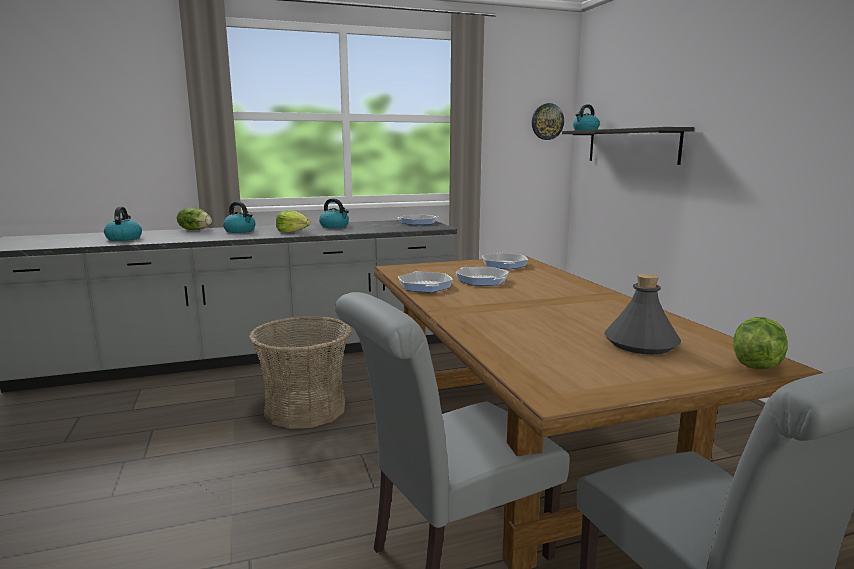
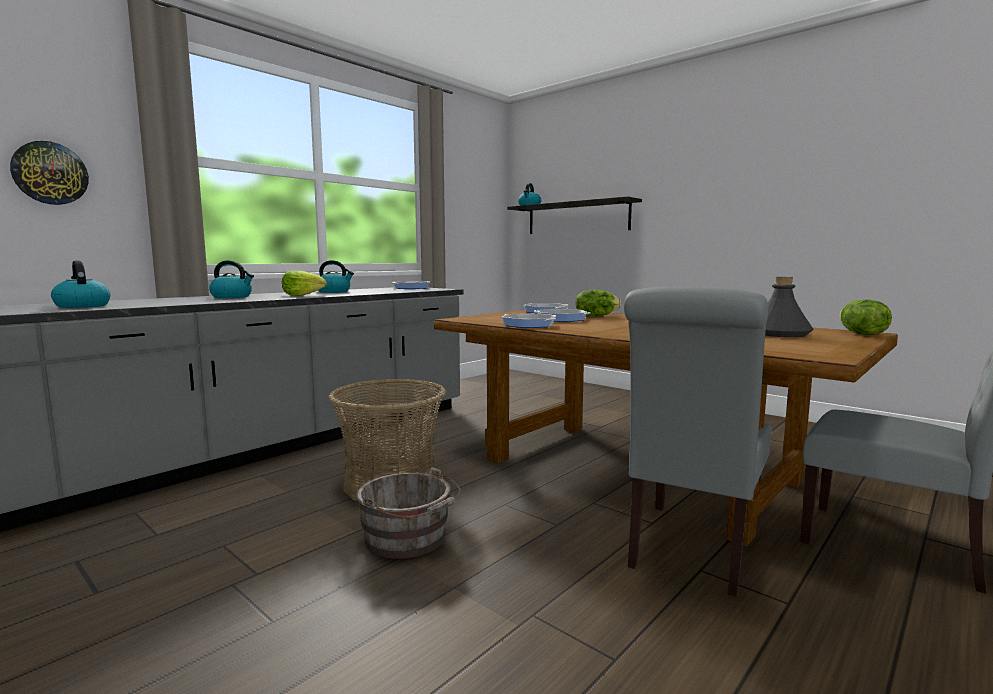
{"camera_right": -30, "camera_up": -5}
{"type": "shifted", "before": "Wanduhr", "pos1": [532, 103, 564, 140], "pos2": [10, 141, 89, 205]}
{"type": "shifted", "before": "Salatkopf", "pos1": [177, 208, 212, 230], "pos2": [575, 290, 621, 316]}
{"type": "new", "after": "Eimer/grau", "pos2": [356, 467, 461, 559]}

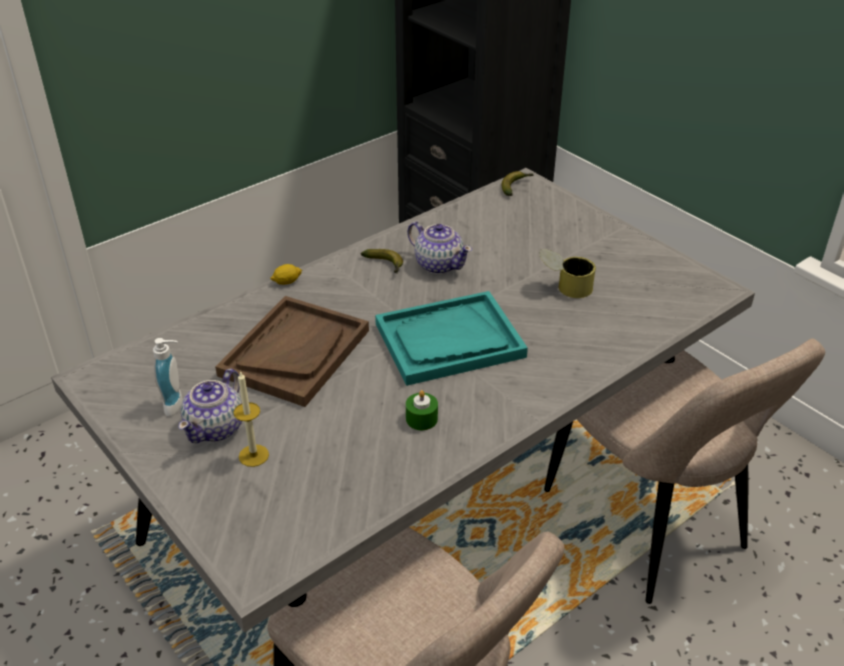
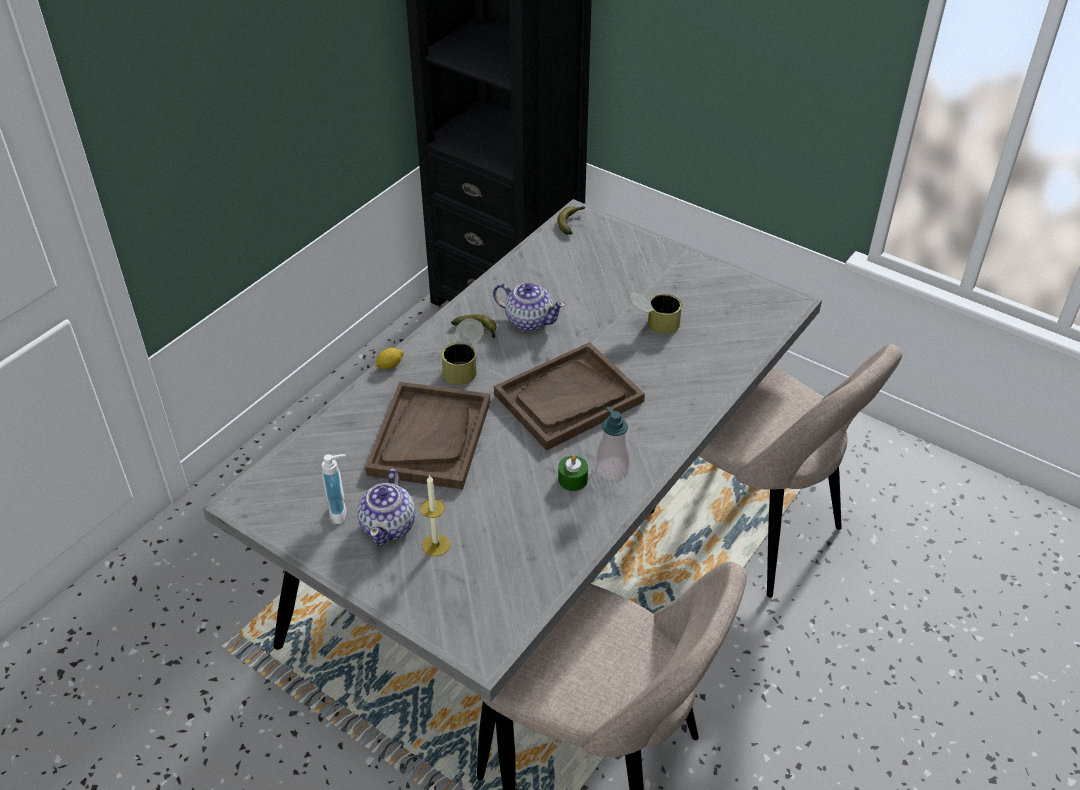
{"camera_right": -15, "camera_up": 5}
{"type": "repainted", "before": "Tablett/türkis", "after": "Tablett/braun", "pos1": [375, 291, 528, 386], "pos2": [494, 342, 645, 450]}
{"type": "new", "after": "Dose", "pos2": [441, 318, 484, 385]}
{"type": "new", "after": "Seifenspender", "pos2": [596, 406, 630, 481]}

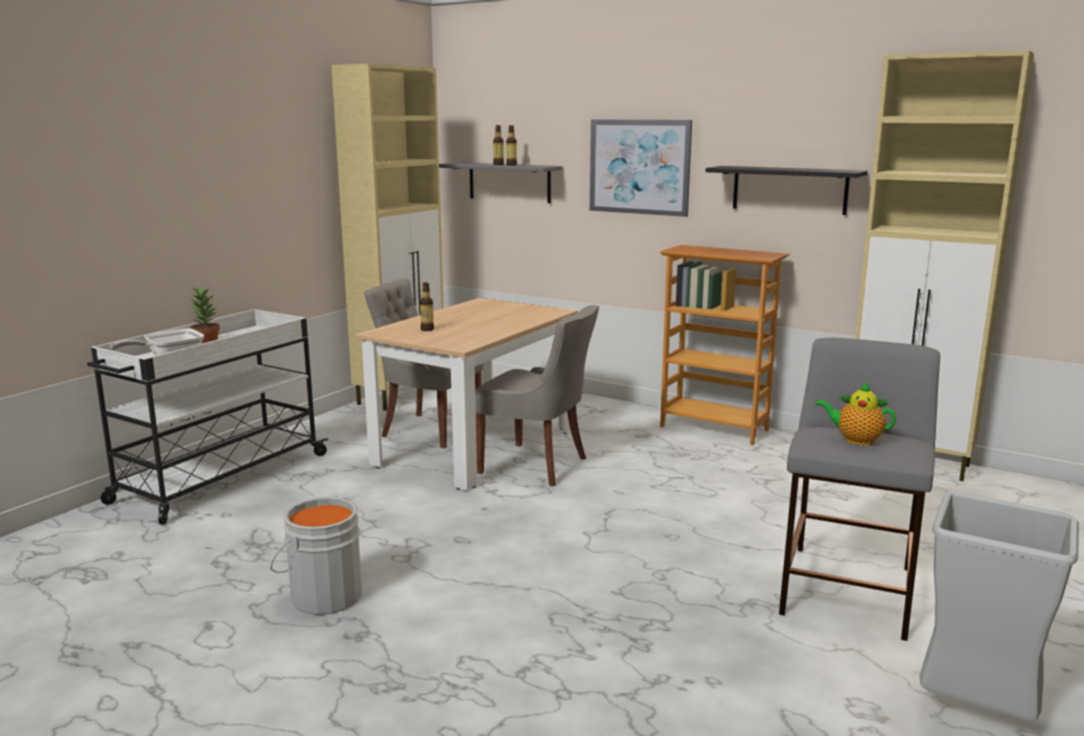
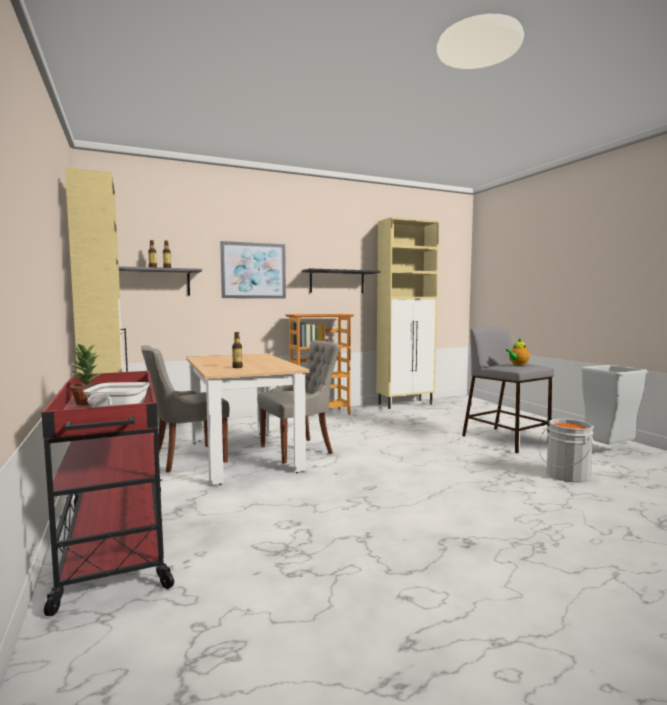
{"camera_right": -55, "camera_up": -10}
{"type": "repainted", "before": "Rollwagen/weiß", "after": "Rollwagen/rot", "pos1": [87, 309, 328, 525], "pos2": [42, 371, 174, 616]}
{"type": "shifted", "before": "Eimer/grau", "pos1": [270, 497, 362, 615], "pos2": [538, 419, 594, 483]}

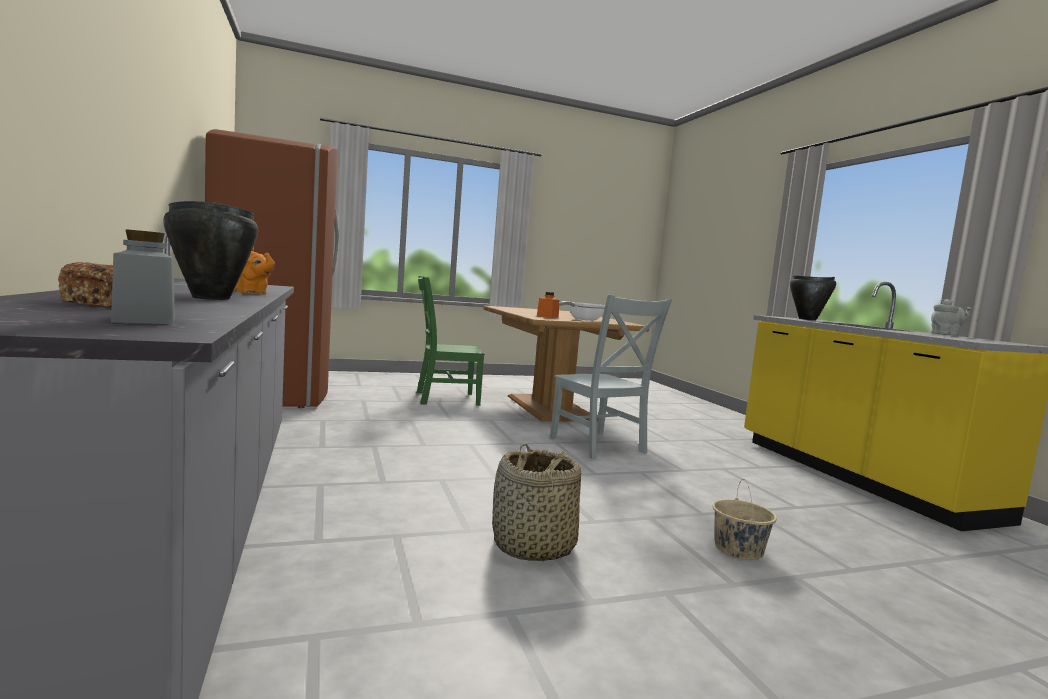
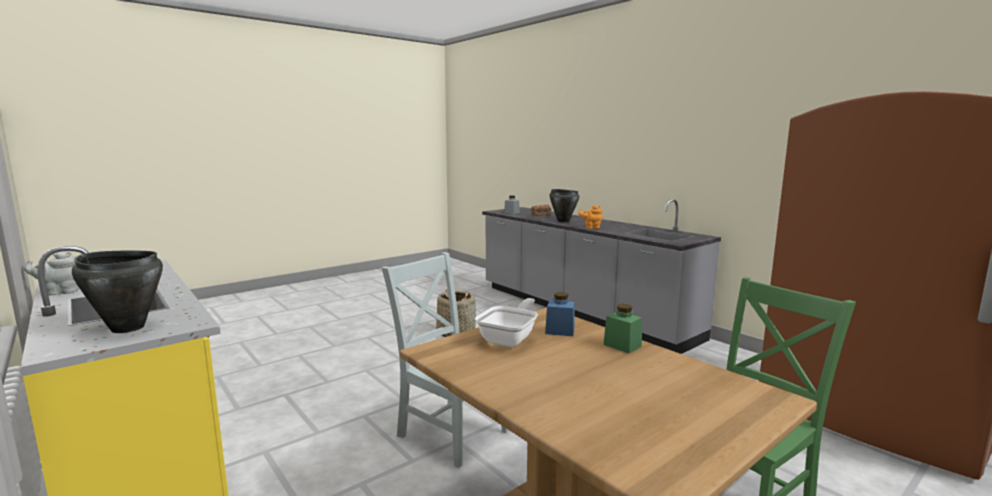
{"camera_right": 160, "camera_up": 5}
{"type": "repainted", "before": "Vorratsglas/orange", "after": "Vorratsglas/blau", "pos1": [537, 292, 559, 318], "pos2": [545, 292, 575, 336]}
{"type": "gone", "before": "Eimer/beige", "pos1": [713, 479, 777, 560]}
{"type": "new", "after": "Vorratsglas/grün", "pos2": [603, 304, 642, 353]}

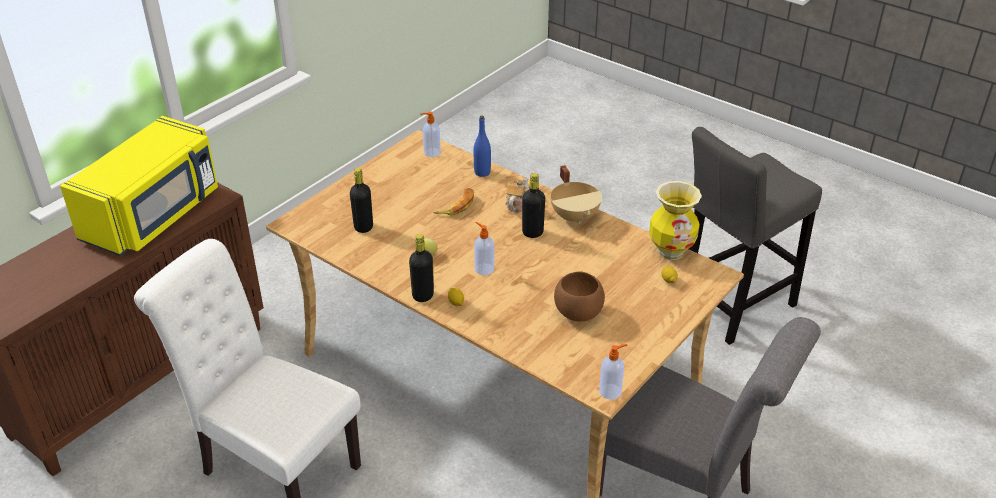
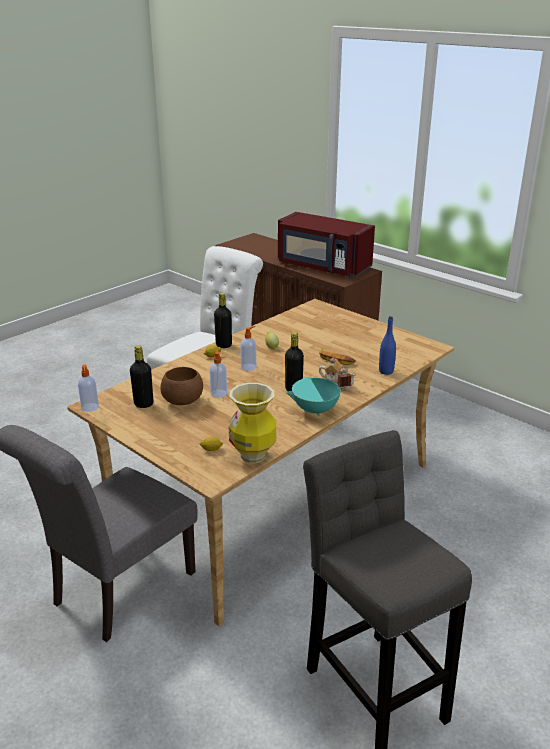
{"camera_right": 95, "camera_up": -10}
{"type": "shifted", "before": "Seifenspender", "pos1": [420, 112, 441, 157], "pos2": [209, 348, 227, 398]}
{"type": "repainted", "before": "Mikrowelle/gelb", "after": "Mikrowelle/rot", "pos1": [60, 116, 218, 256], "pos2": [278, 212, 375, 277]}
{"type": "repainted", "before": "Kochtopf/beige", "after": "Kochtopf/türkis", "pos1": [550, 165, 602, 224], "pos2": [286, 373, 351, 416]}
{"type": "shifted", "before": "Flasche/schwarz", "pos1": [350, 168, 373, 233], "pos2": [130, 345, 153, 408]}

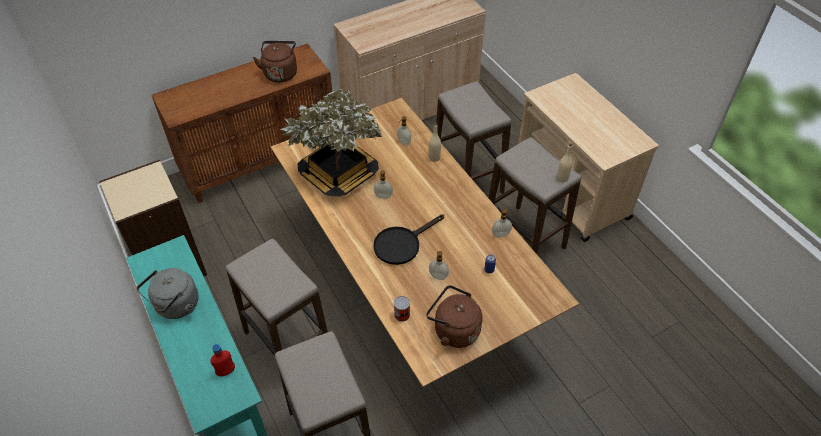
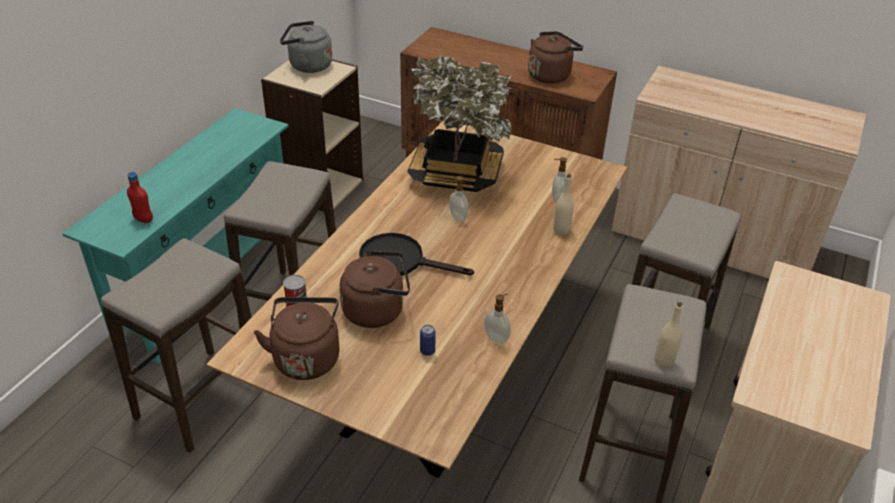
{"camera_right": 55, "camera_up": -10}
{"type": "swapped", "before": "Seifenspender", "after": "Wasserkessel/braun", "pos1": [429, 251, 449, 280], "pos2": [339, 250, 410, 328]}
{"type": "shifted", "before": "Wasserkessel/grau", "pos1": [136, 268, 199, 319], "pos2": [280, 21, 332, 73]}

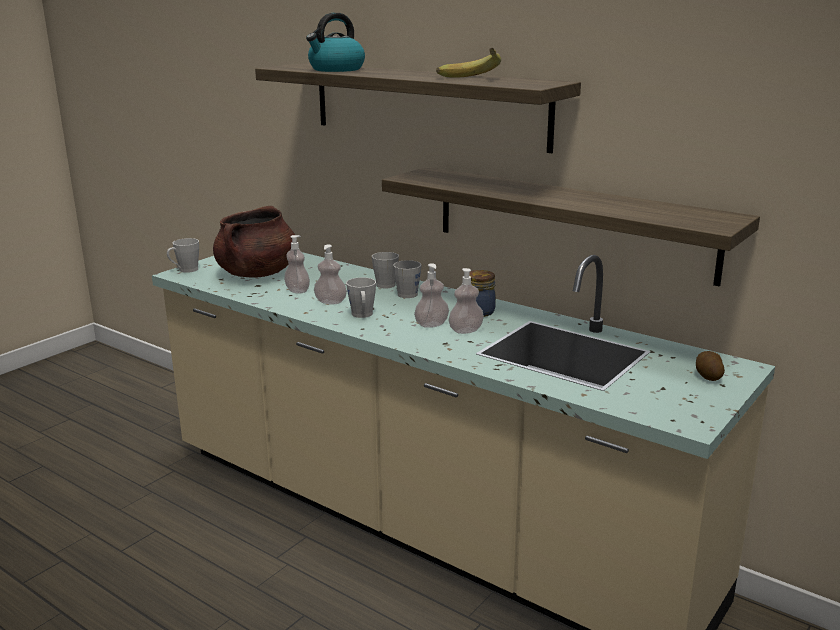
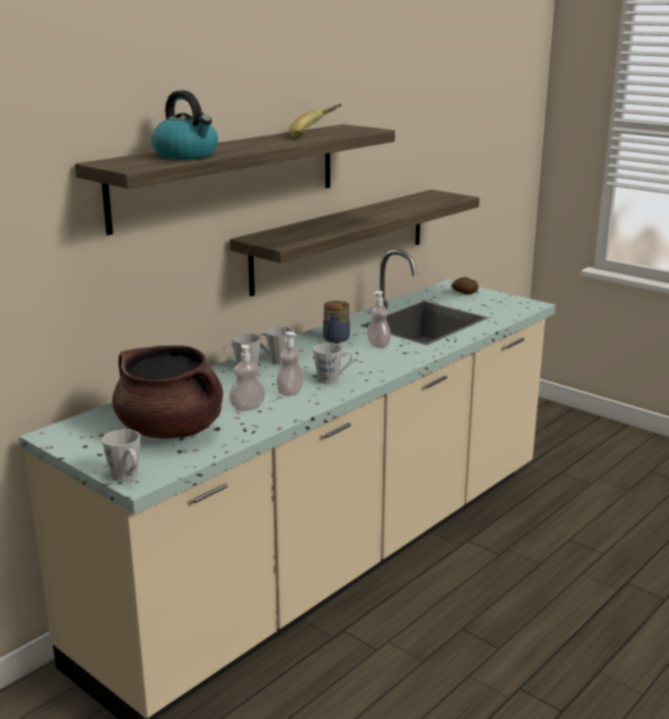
{"camera_right": -85, "camera_up": 0}
{"type": "gone", "before": "Seifenspender", "pos1": [414, 263, 449, 328]}

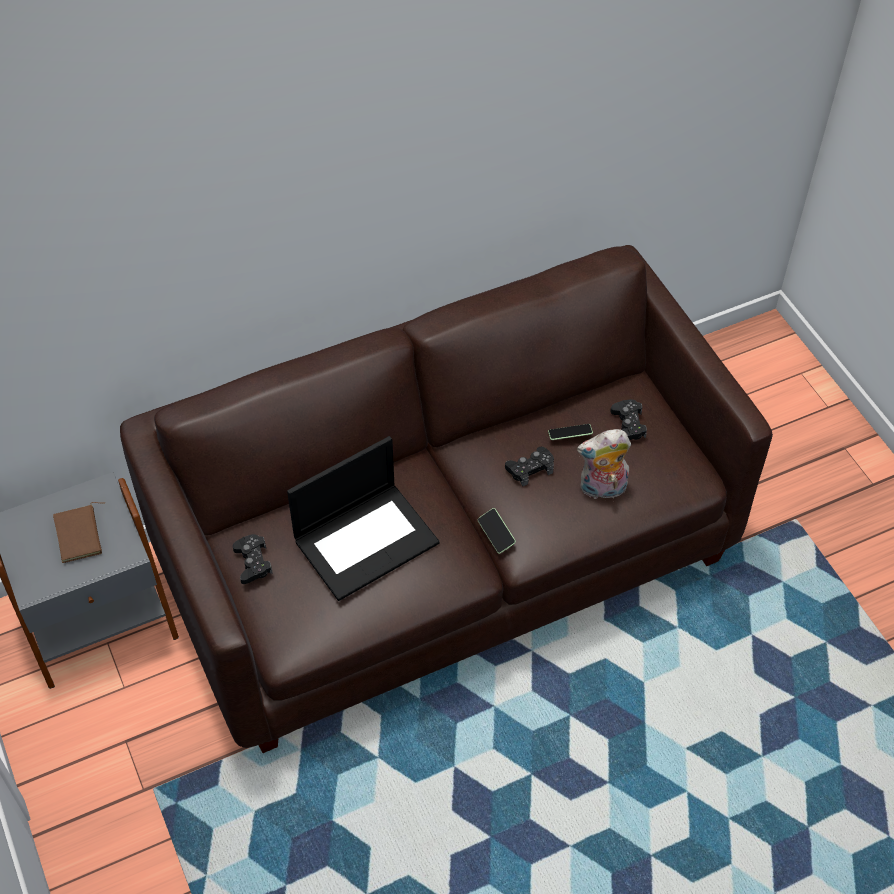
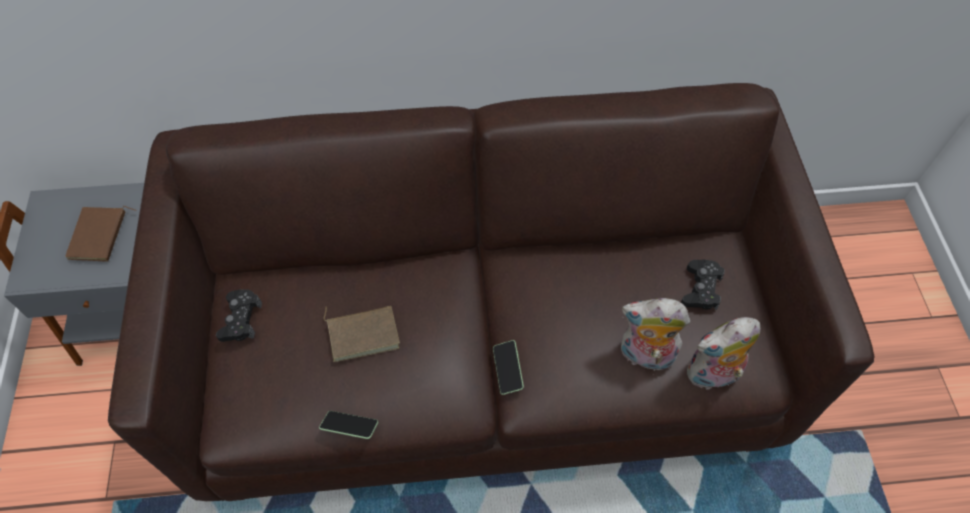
{"camera_right": 20, "camera_up": 5}
{"type": "shifted", "before": "Handy", "pos1": [548, 424, 593, 440], "pos2": [319, 411, 378, 439]}
{"type": "swapped", "before": "Laptop", "after": "Buch/braun", "pos1": [287, 436, 439, 601], "pos2": [324, 306, 400, 362]}
{"type": "gone", "before": "Gamepad/schwarz", "pos1": [505, 447, 554, 486]}
{"type": "new", "after": "Plüschtier", "pos2": [687, 317, 760, 390]}

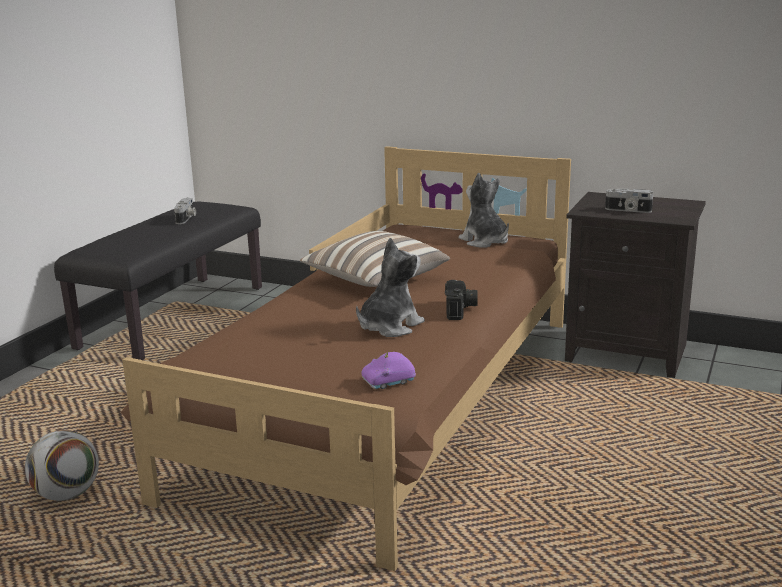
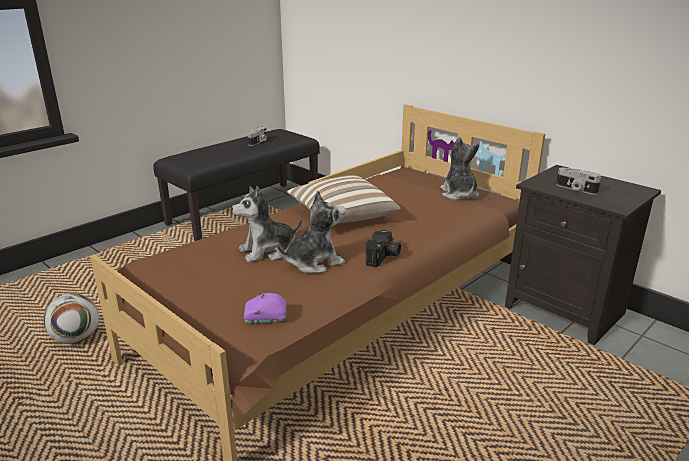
{"camera_right": 20, "camera_up": 5}
{"type": "new", "after": "Plüschtier", "pos2": [231, 186, 302, 262]}

